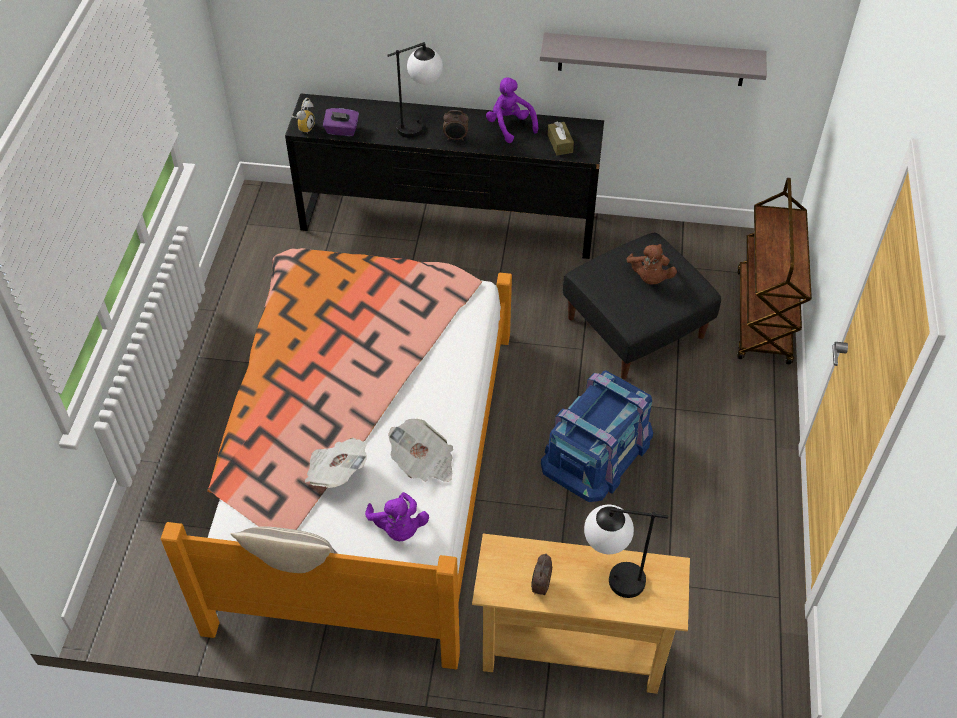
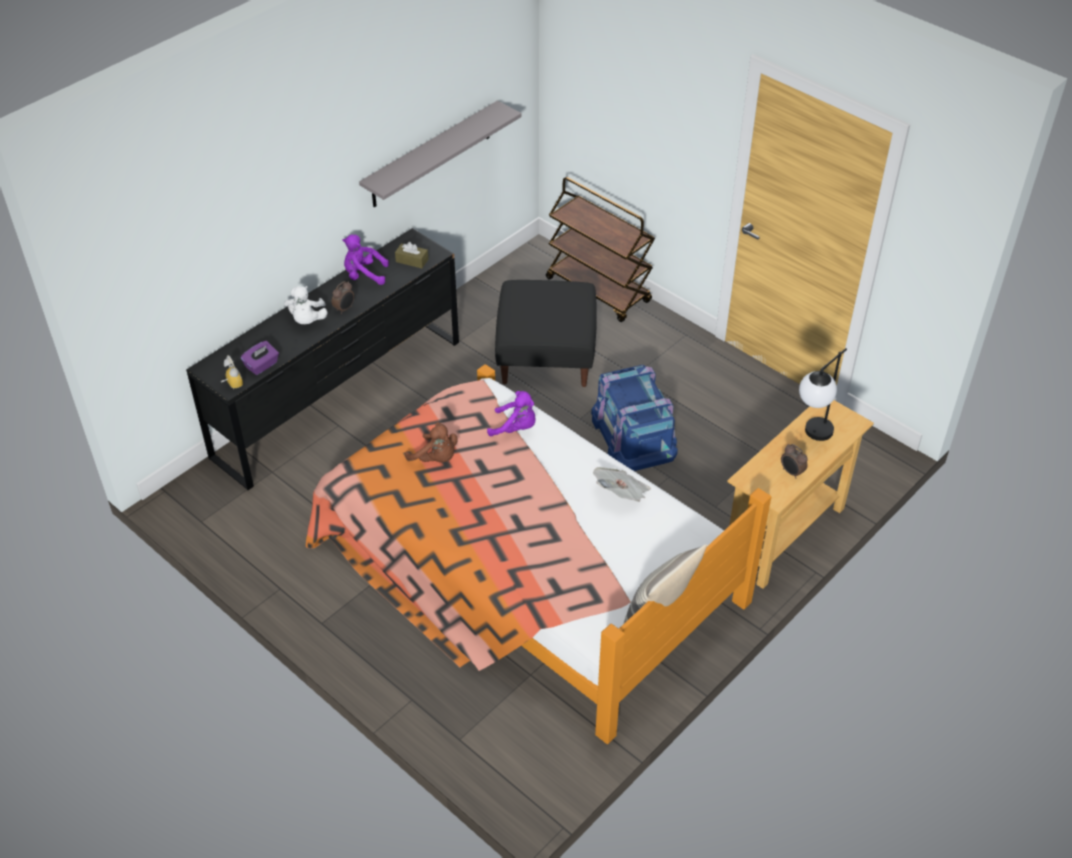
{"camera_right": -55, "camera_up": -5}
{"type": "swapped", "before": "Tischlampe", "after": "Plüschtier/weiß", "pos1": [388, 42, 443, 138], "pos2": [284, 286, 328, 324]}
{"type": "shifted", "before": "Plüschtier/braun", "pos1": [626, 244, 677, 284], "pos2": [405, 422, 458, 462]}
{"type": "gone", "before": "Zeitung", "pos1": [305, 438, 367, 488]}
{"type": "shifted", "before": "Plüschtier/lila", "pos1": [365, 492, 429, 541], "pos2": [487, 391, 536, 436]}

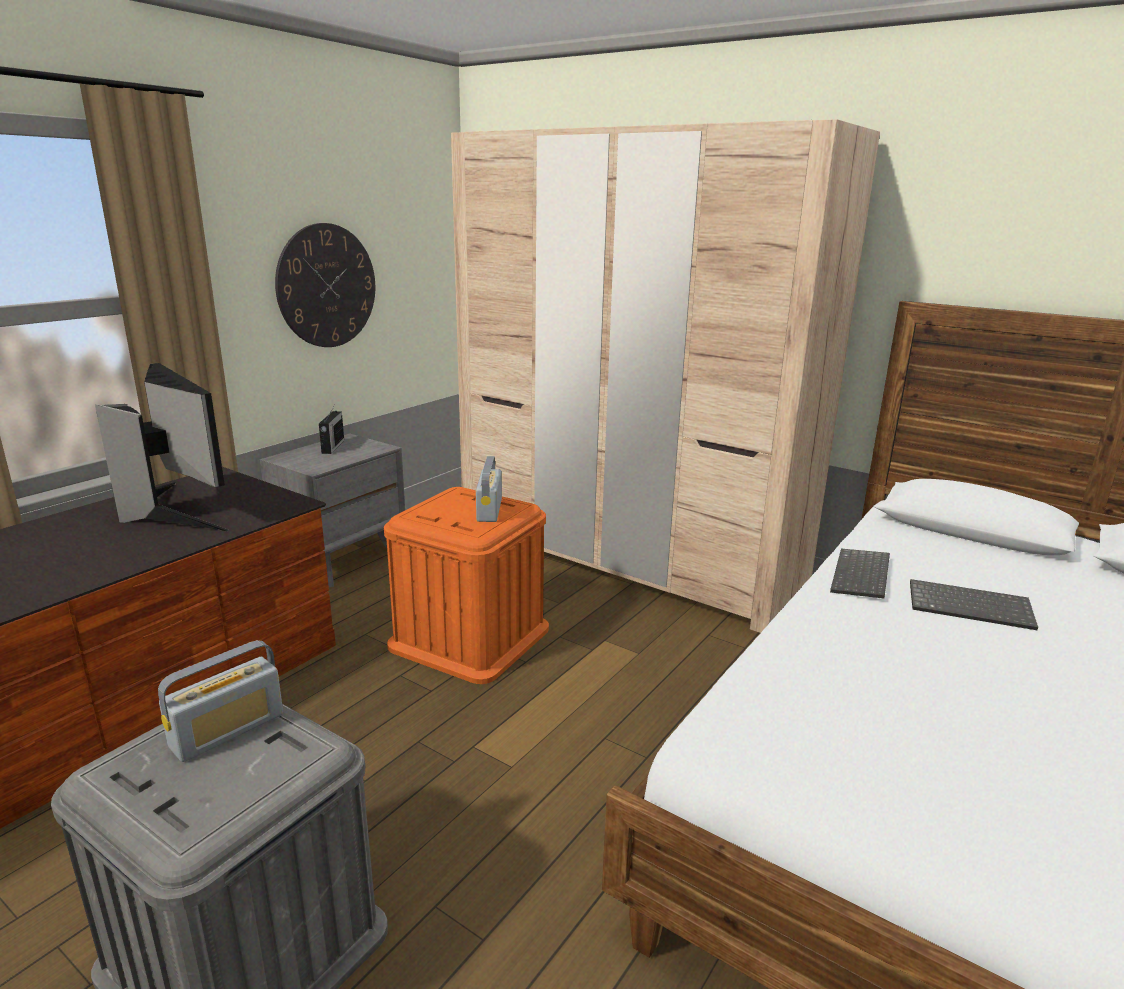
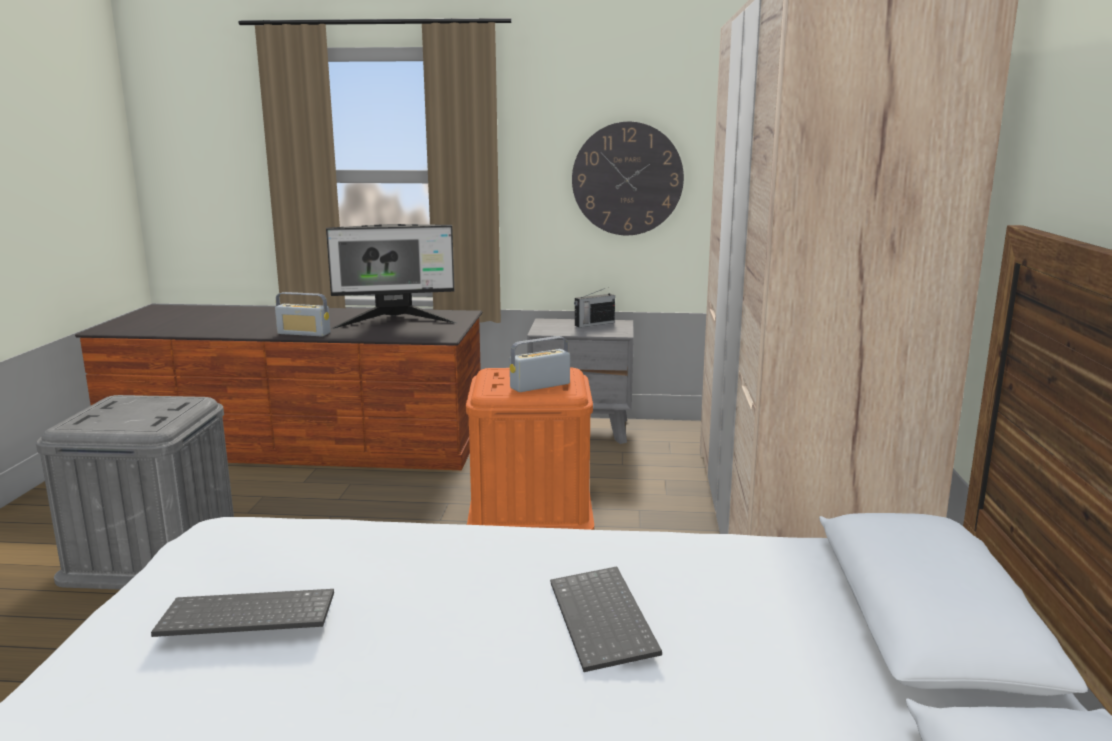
{"camera_right": 60, "camera_up": -5}
{"type": "rotated", "before": "Monitor", "pos1": [95, 363, 228, 531], "pos2": [326, 224, 458, 329], "turn": 60}
{"type": "shifted", "before": "Tastatur", "pos1": [830, 549, 890, 598], "pos2": [151, 589, 334, 637]}
{"type": "shifted", "before": "Radio", "pos1": [158, 640, 283, 762], "pos2": [275, 292, 330, 336]}

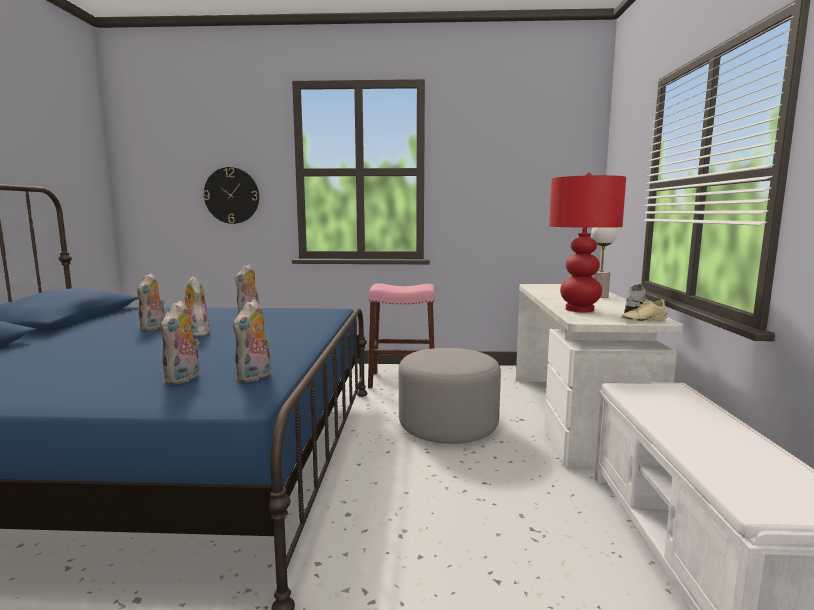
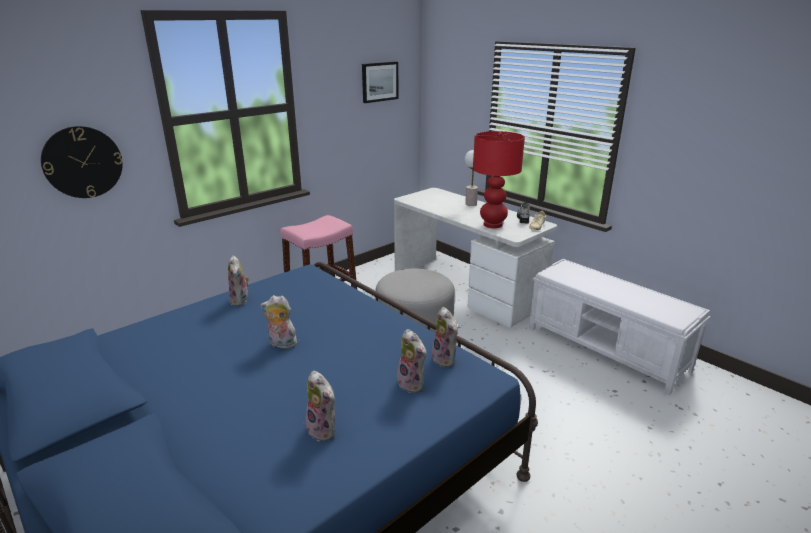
{"camera_right": -45, "camera_up": 15}
{"type": "shifted", "before": "Plüschtier", "pos1": [137, 273, 165, 330], "pos2": [306, 371, 336, 442]}
{"type": "new", "after": "Bild", "pos2": [362, 62, 398, 103]}

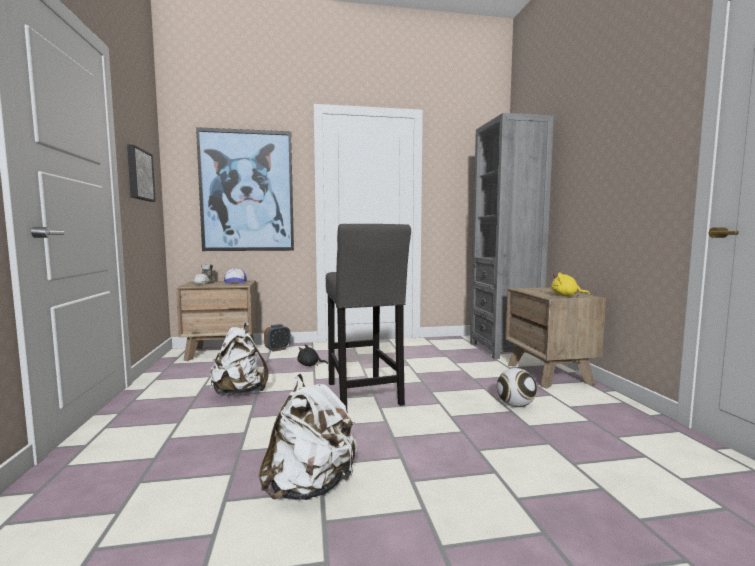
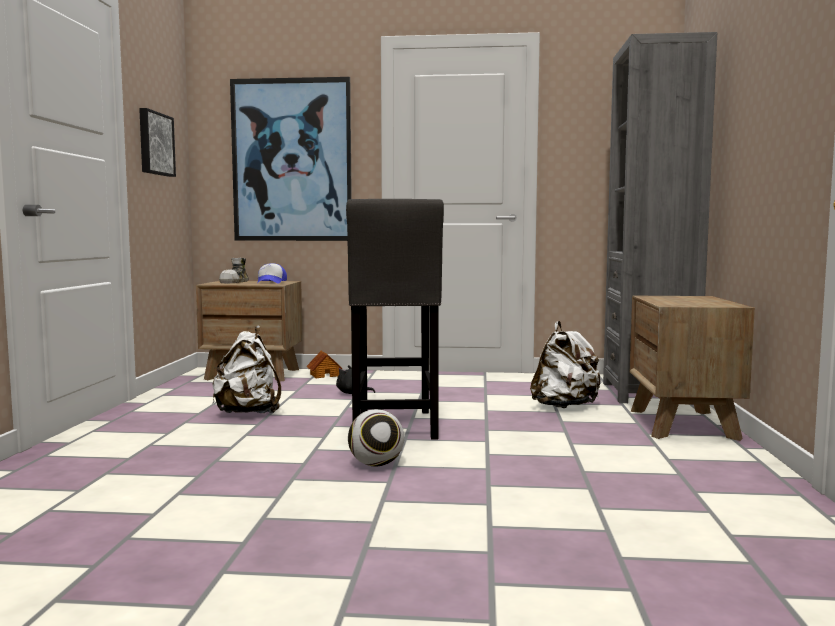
{"camera_right": 15, "camera_up": 0}
{"type": "gone", "before": "Plüschtier/gelb", "pos1": [551, 272, 590, 296]}
{"type": "swapped", "before": "Wecker", "after": "Spielzeughaus", "pos1": [264, 324, 291, 352], "pos2": [306, 351, 342, 378]}
{"type": "shifted", "before": "Fußball", "pos1": [497, 368, 537, 407], "pos2": [348, 409, 404, 467]}
{"type": "shifted", "before": "Rucksack/weiß", "pos1": [259, 374, 358, 500], "pos2": [530, 321, 602, 408]}

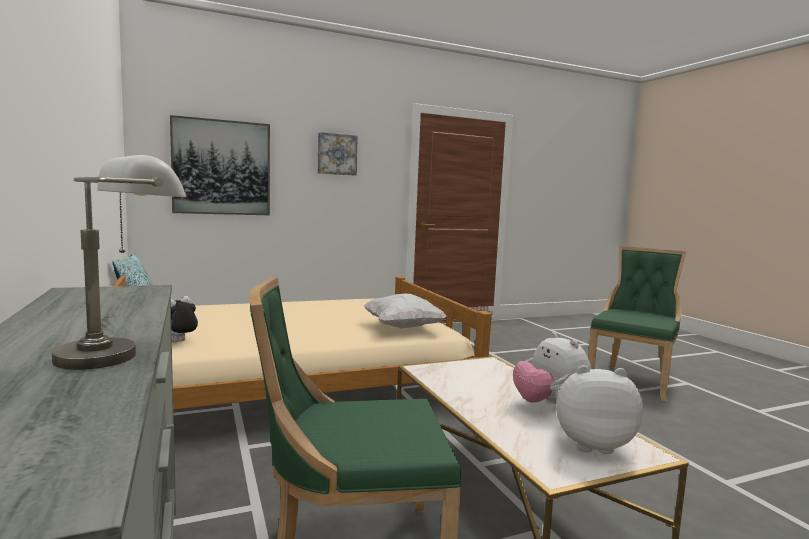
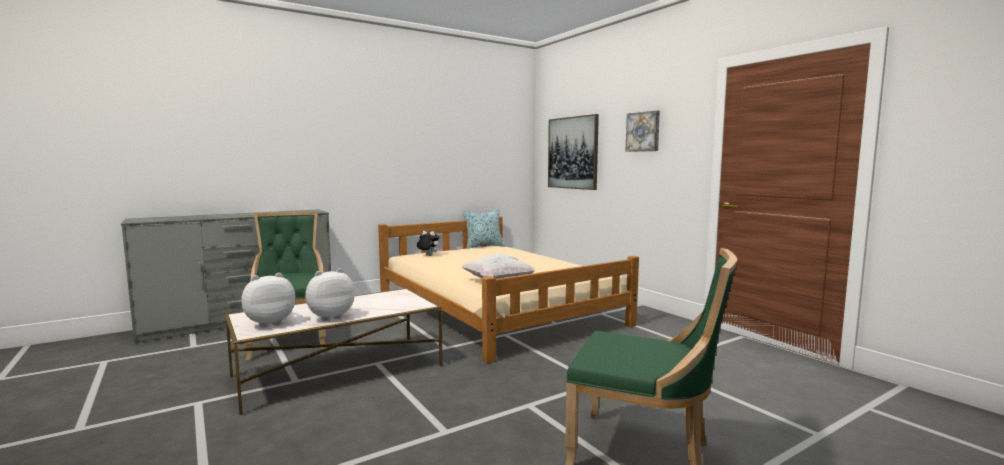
{"camera_right": 80, "camera_up": 0}
{"type": "gone", "before": "Tischlampe/grau", "pos1": [52, 155, 186, 370]}
{"type": "rotated", "before": "Plüschtier", "pos1": [556, 365, 643, 454], "pos2": [241, 273, 296, 327], "turn": -120}

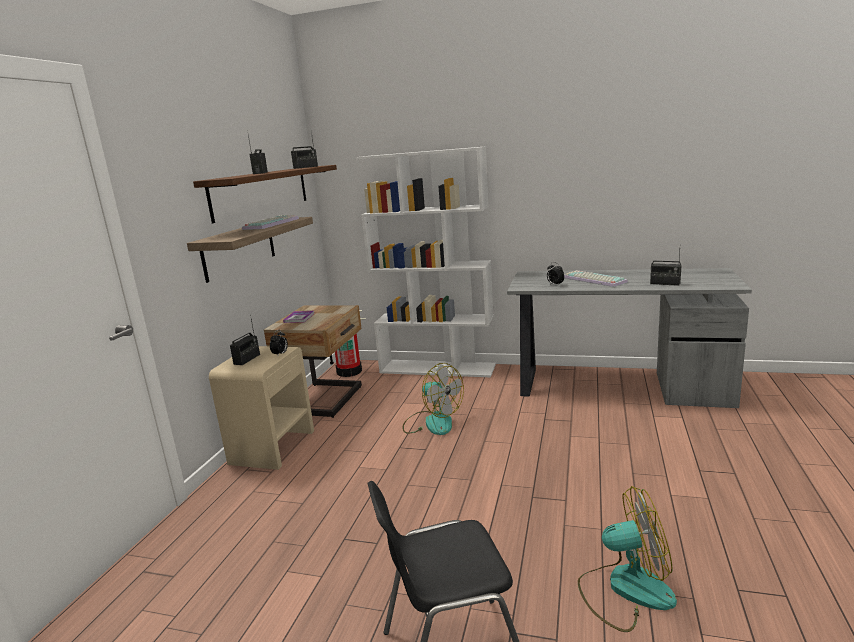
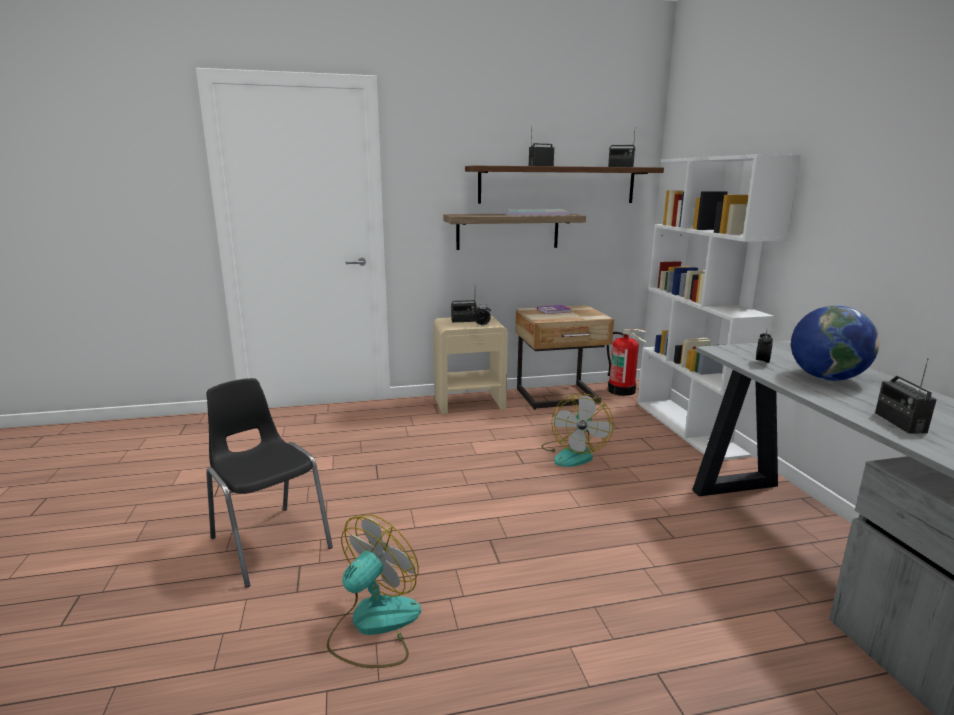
{"camera_right": 60, "camera_up": 0}
{"type": "swapped", "before": "Tastatur", "after": "Globus", "pos1": [564, 270, 628, 287], "pos2": [791, 306, 879, 381]}
{"type": "rotated", "before": "Ventilator", "pos1": [578, 486, 677, 632], "pos2": [327, 514, 421, 668], "turn": -120}

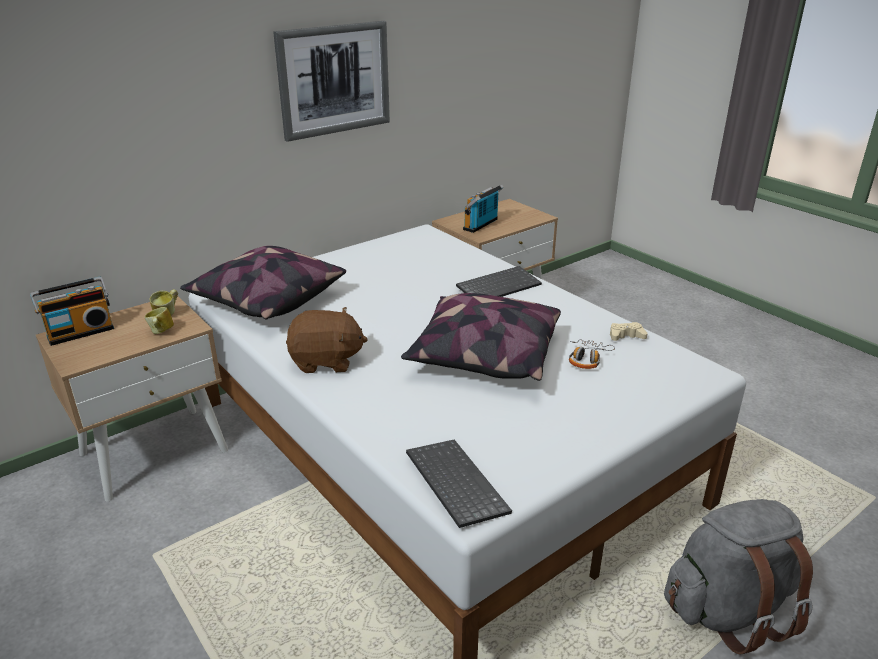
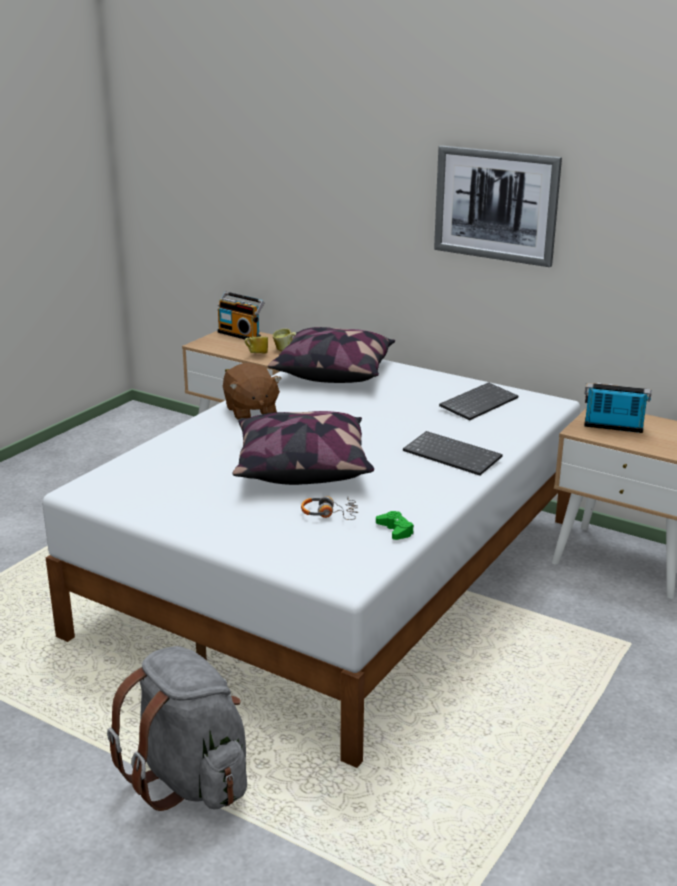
{"camera_right": 70, "camera_up": -5}
{"type": "repainted", "before": "Gamepad/beige", "after": "Gamepad/grün", "pos1": [610, 322, 648, 341], "pos2": [376, 511, 414, 540]}
{"type": "shifted", "before": "Tastatur", "pos1": [406, 440, 512, 528], "pos2": [439, 382, 518, 421]}

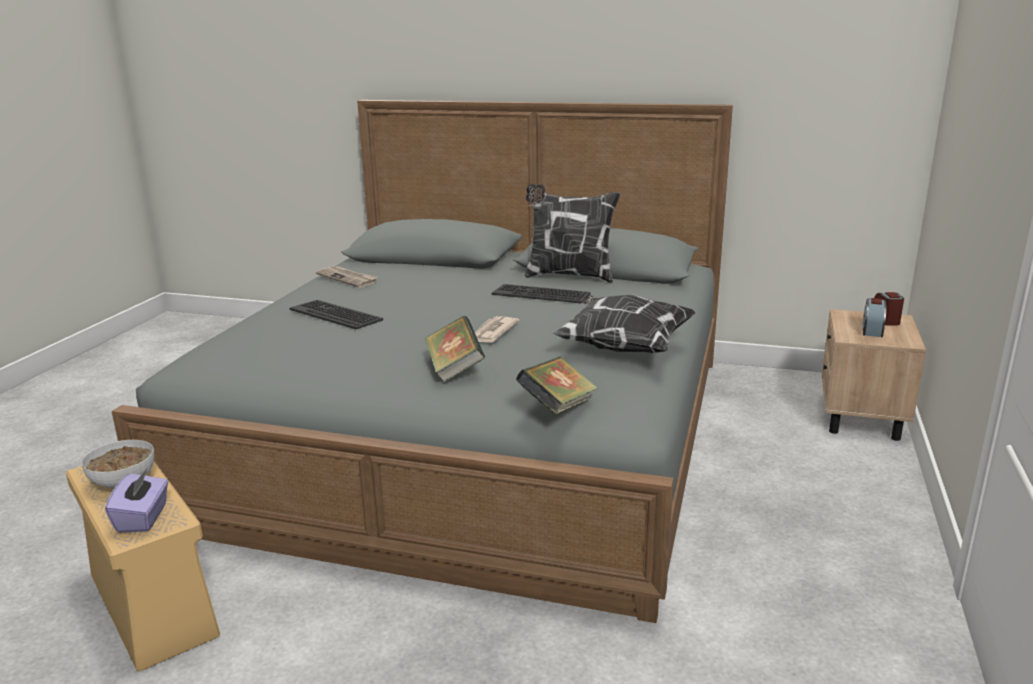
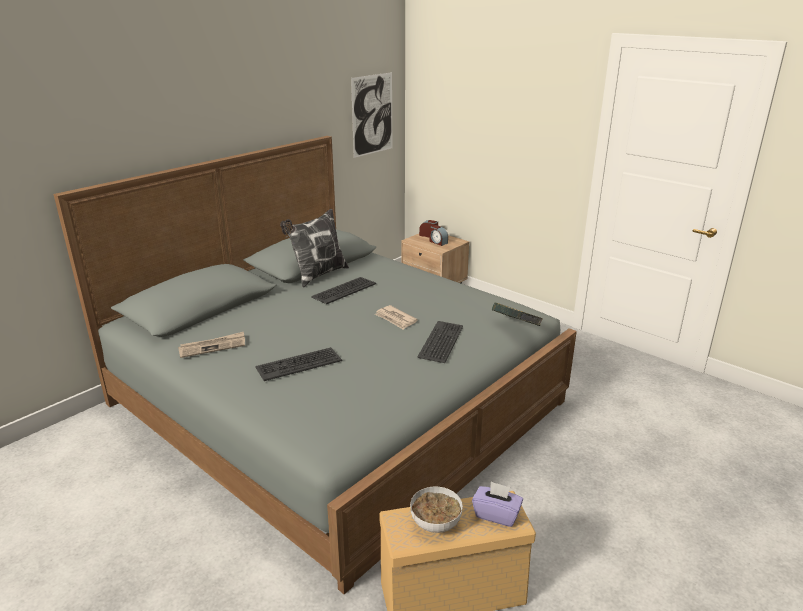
{"camera_right": -65, "camera_up": 5}
{"type": "gone", "before": "Kissen", "pos1": [553, 294, 696, 353]}
{"type": "swapped", "before": "Buch", "after": "Tastatur", "pos1": [424, 316, 485, 383], "pos2": [417, 321, 463, 363]}
{"type": "new", "after": "Bild", "pos2": [351, 72, 392, 158]}

